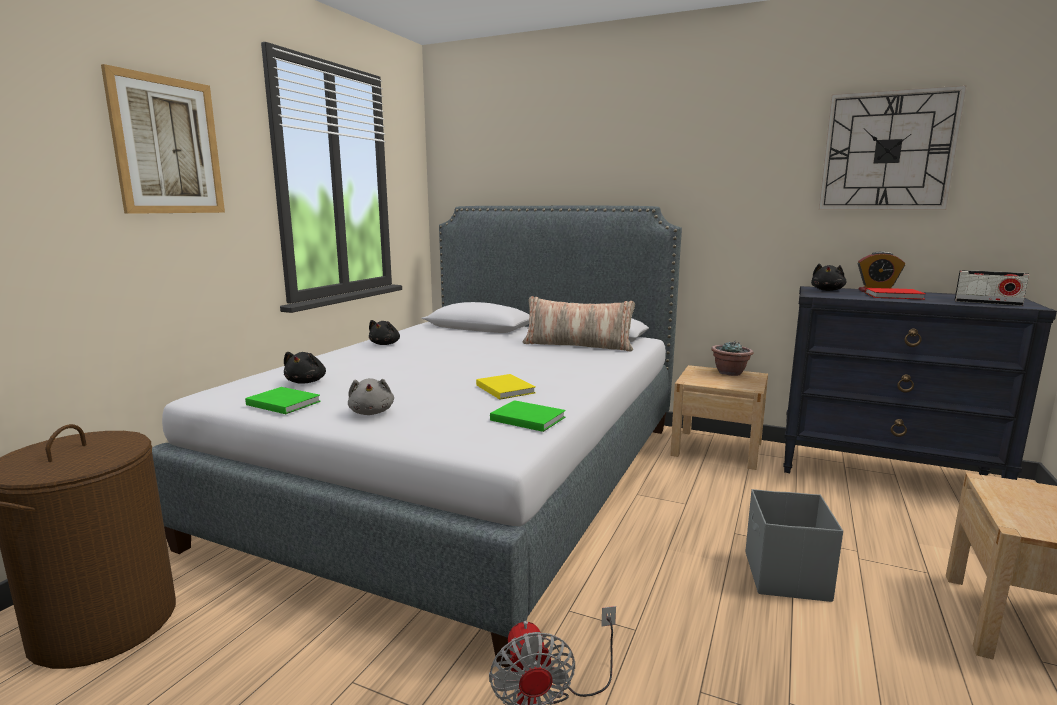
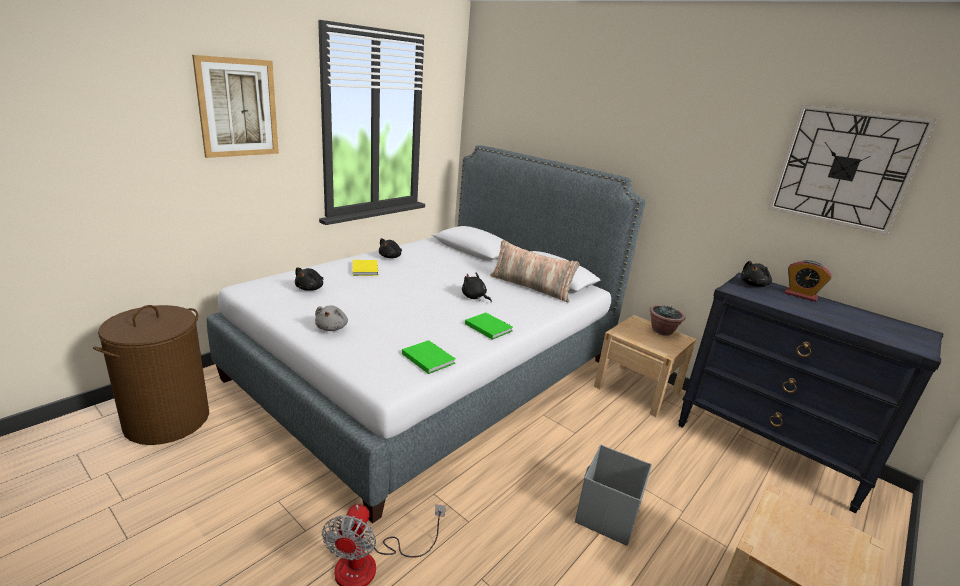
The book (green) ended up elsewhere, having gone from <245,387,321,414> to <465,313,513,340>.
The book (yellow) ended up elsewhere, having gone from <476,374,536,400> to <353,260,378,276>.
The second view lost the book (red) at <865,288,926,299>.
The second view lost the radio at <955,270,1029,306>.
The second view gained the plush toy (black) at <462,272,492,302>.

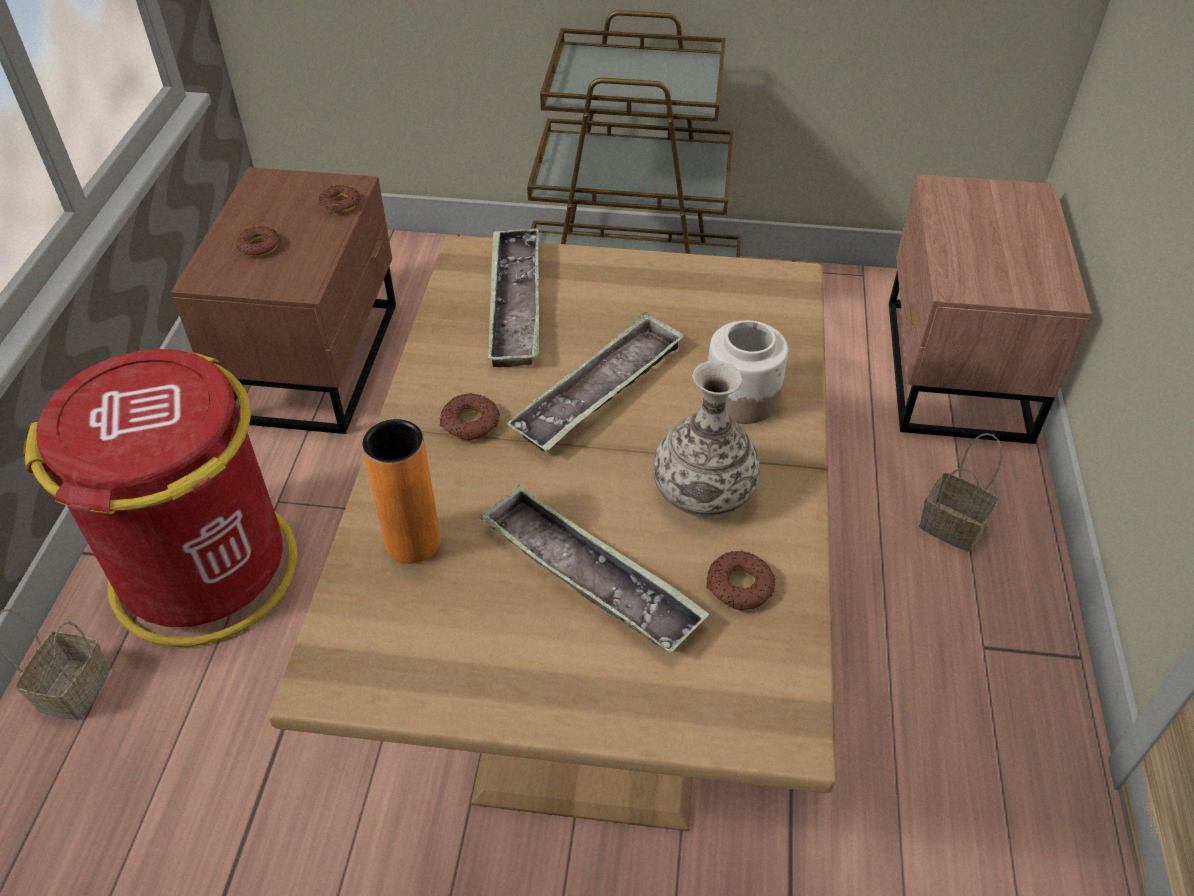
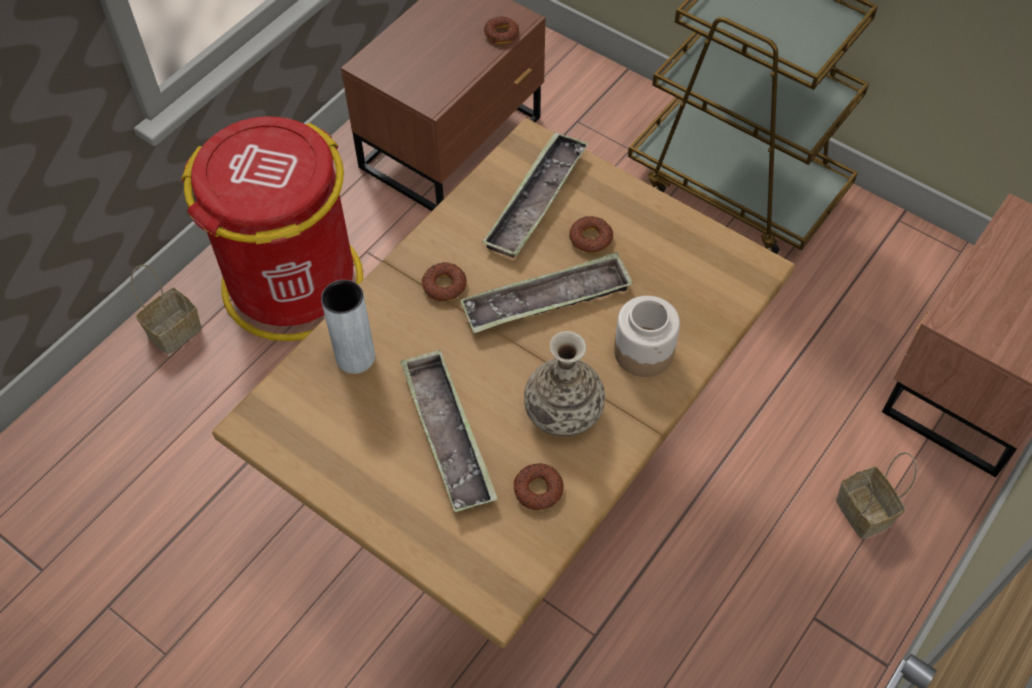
The donut ended up elsewhere, having gone from <236,226,280,257> to <569,216,613,253>.
What was the vase (orange) at <362,419,440,564> turned into the vase (grey) at <321,280,375,374>.

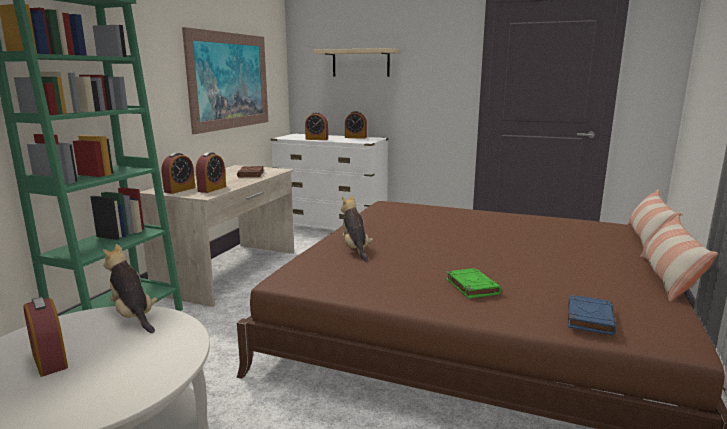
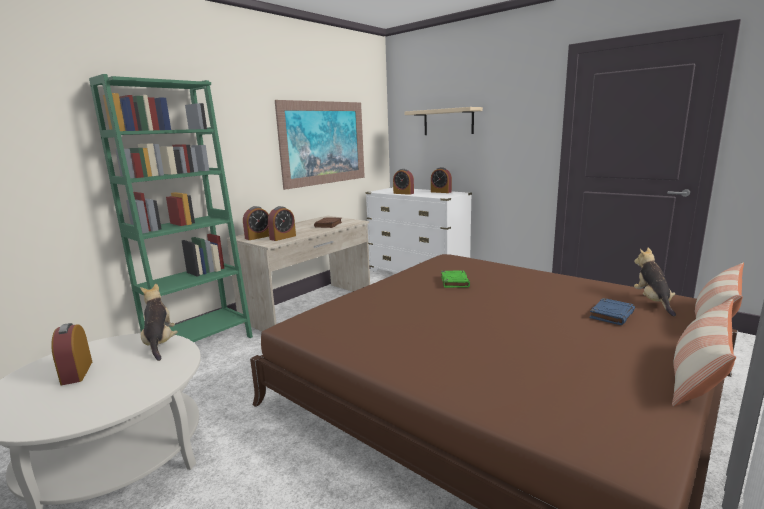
The plush toy ended up elsewhere, having gone from <341,195,373,262> to <634,248,676,317>.
The book (green) ended up elsewhere, having gone from <446,268,502,299> to <441,270,470,288>.
The book (blue) ended up elsewhere, having gone from <568,295,616,335> to <589,298,635,325>.

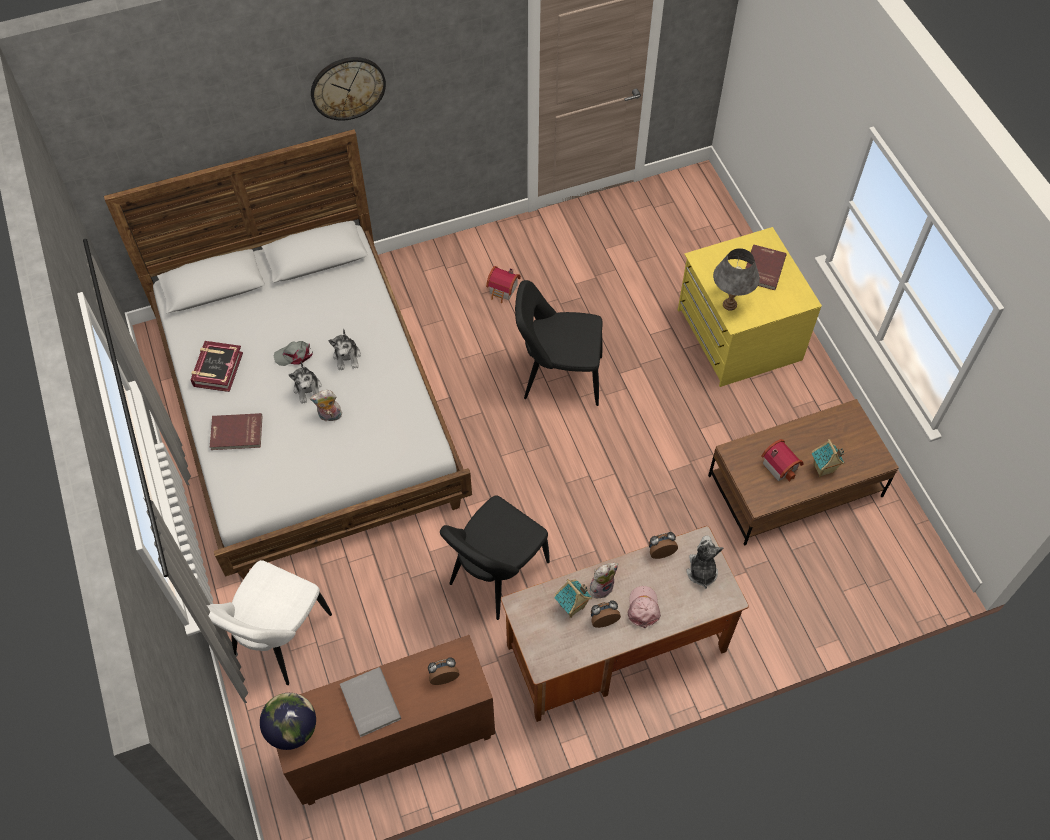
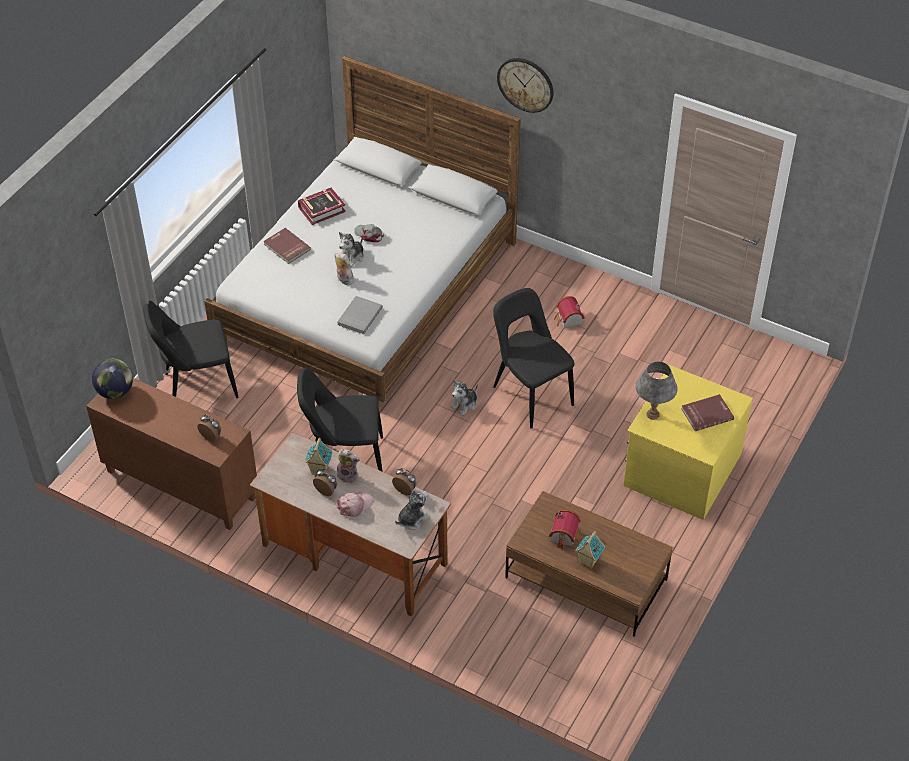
What was the chair (white) at <207,560,332,685> turned into the chair (black) at <143,301,238,398>.
The plush toy ended up elsewhere, having gone from <328,328,361,371> to <451,380,478,415>.
The book (grey) ended up elsewhere, having gone from <340,667,401,737> to <337,296,383,334>.

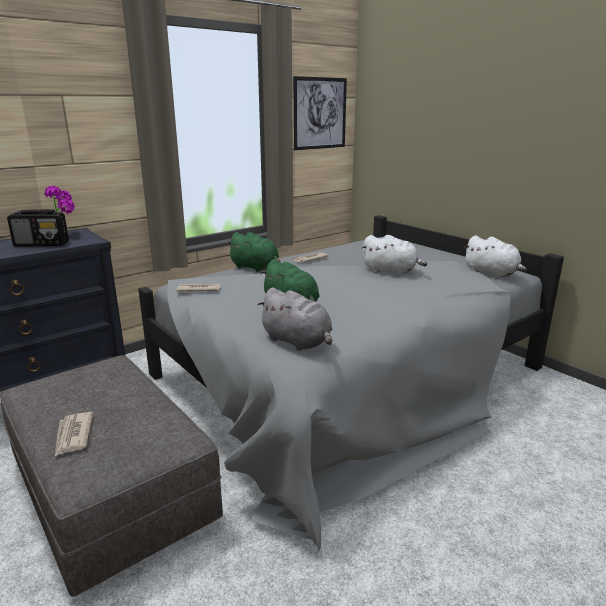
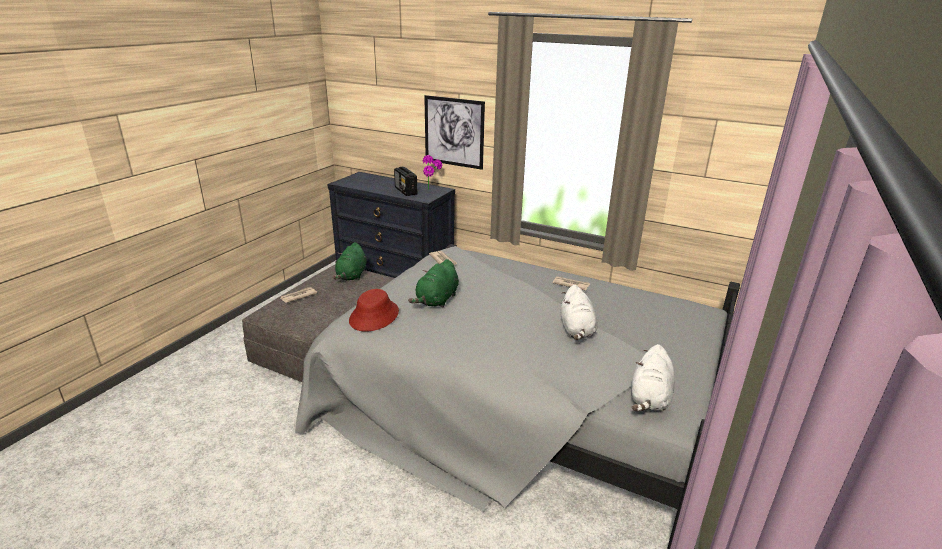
The plush toy (green) ended up elsewhere, having gone from <226,232,280,272> to <332,242,367,280>.
Where the plush toy (grey) stood at <257,288,332,351>, the hat (red) came to stand at <349,289,399,332>.
The picture ended up elsewhere, having gone from <293,76,347,150> to <424,95,485,170>.

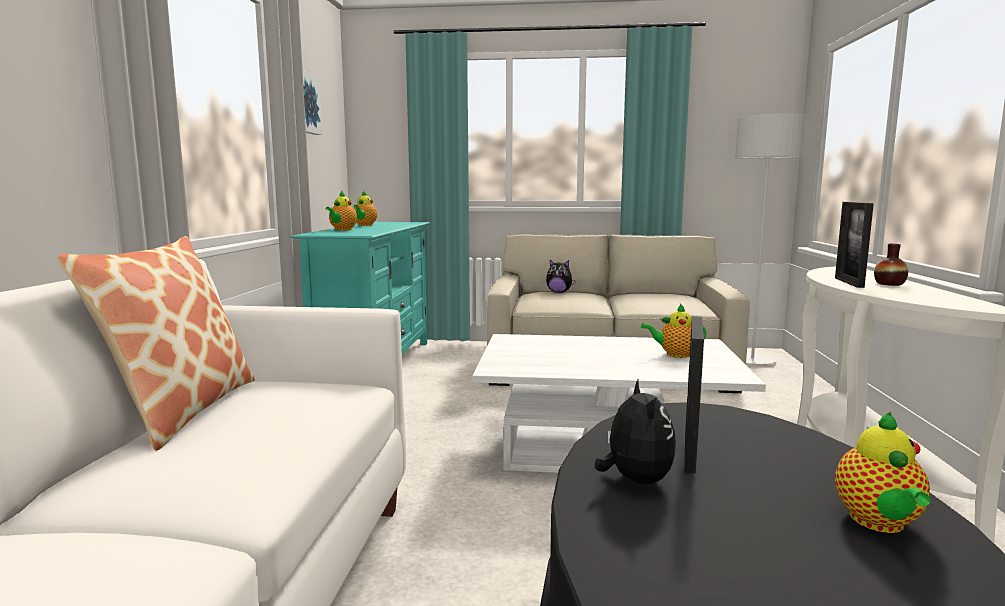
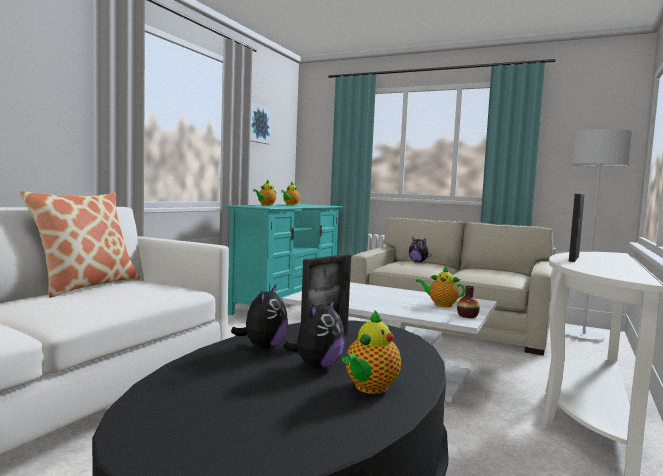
The vase ended up elsewhere, having gone from <874,244,908,286> to <457,286,480,318>.
The second view gained the plush toy at <283,297,345,369>.

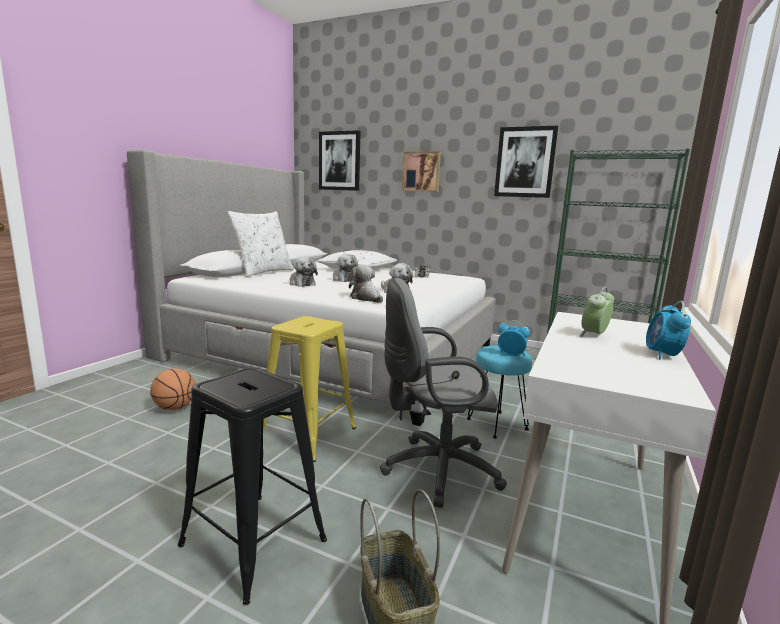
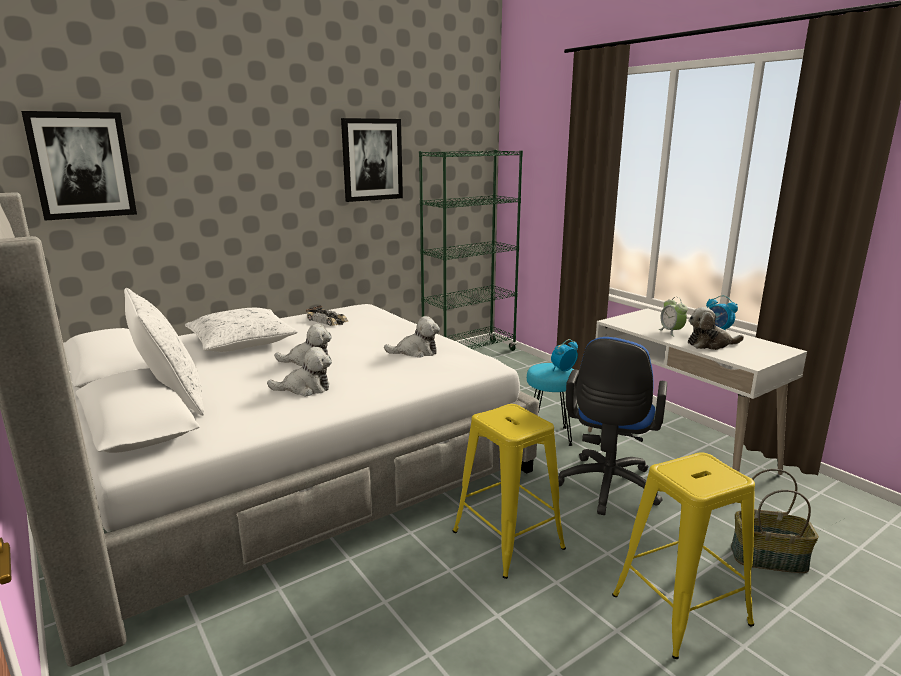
The second view lost the basketball at <150,369,196,410>.
What was the stool (black) at <178,367,327,605> turned into the stool (yellow) at <612,452,755,659>.
The plush toy ended up elsewhere, having gone from <349,265,383,303> to <688,307,744,350>.
What was the office chair (grey) at <380,278,507,508> turned into the office chair (blue) at <558,337,667,515>.
The second view lost the picture at <402,152,441,192>.

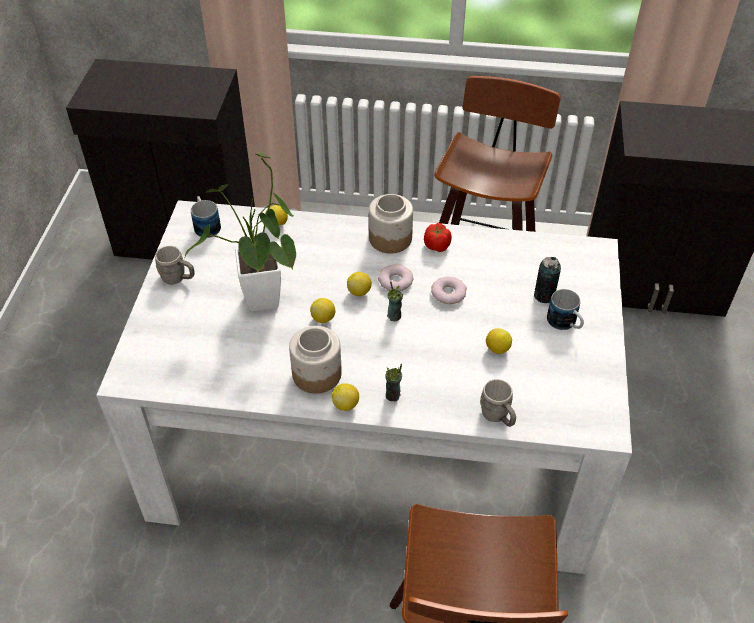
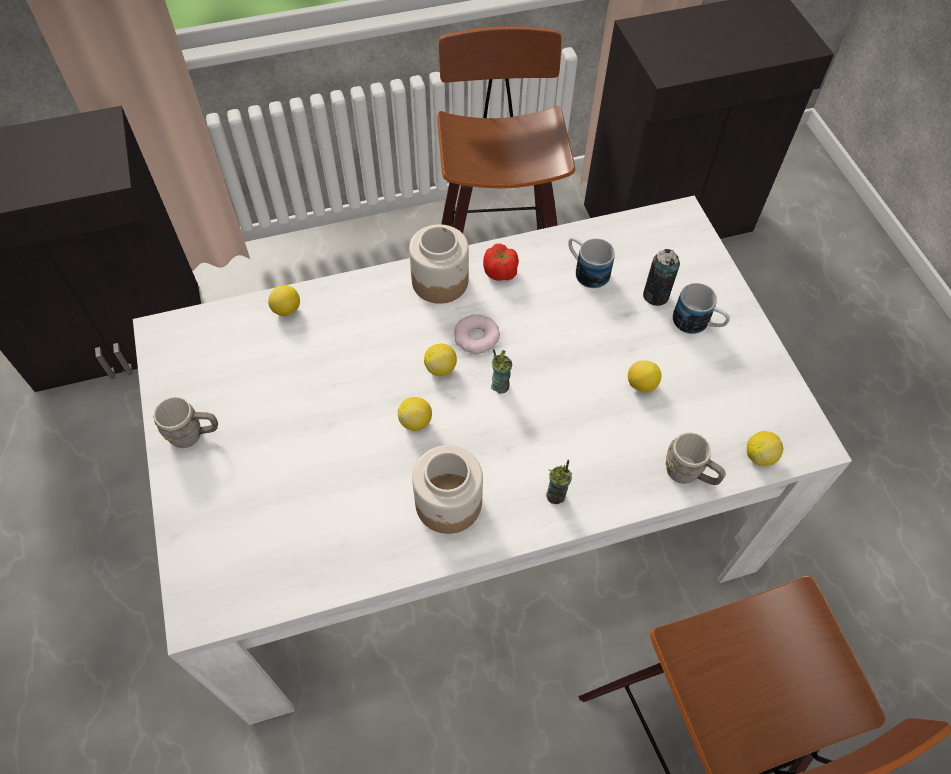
The second view lost the potted plant at <184,152,296,312>.
The mug ended up elsewhere, having gone from <191,196,221,238> to <568,237,615,288>.
The lemon ended up elsewhere, having gone from <332,383,359,411> to <747,431,783,466>.
The second view lost the donut at <431,276,467,304>.

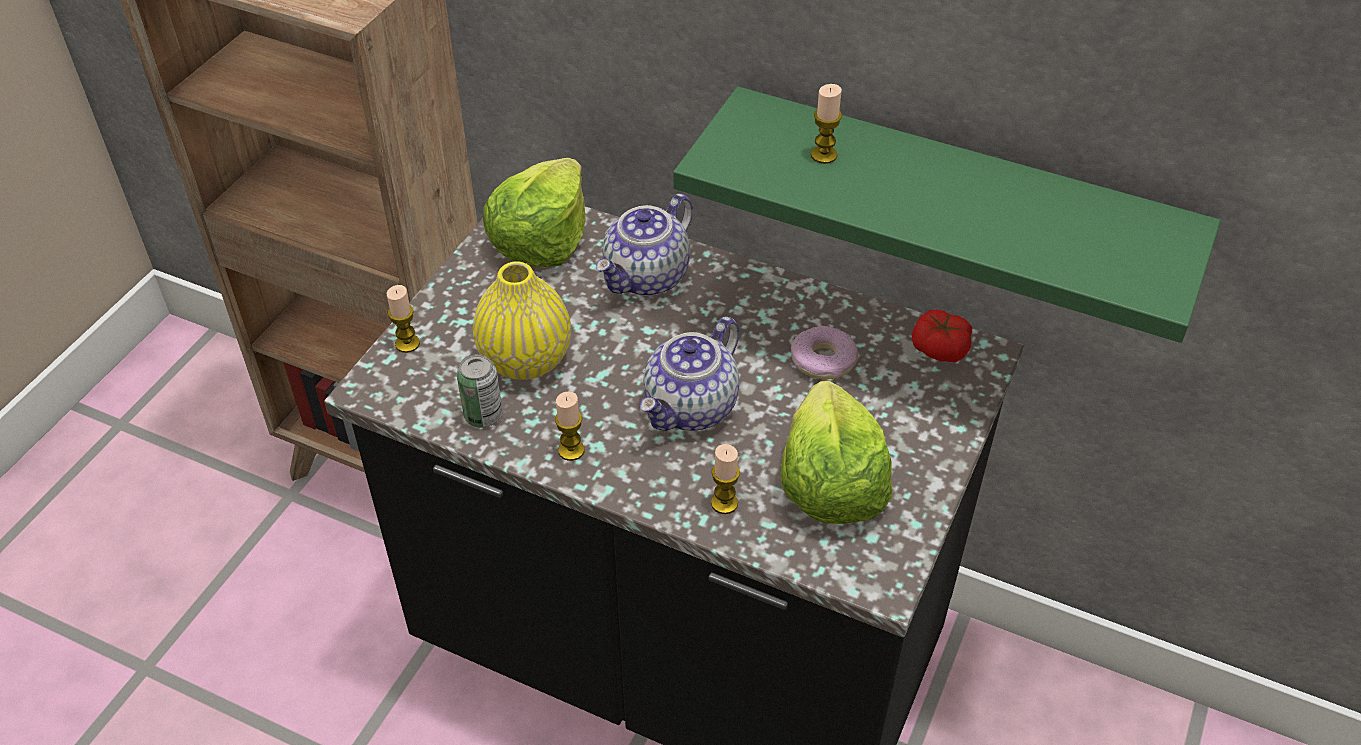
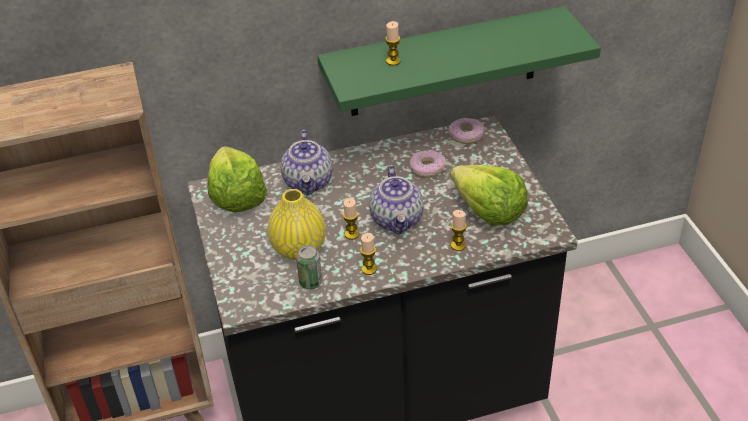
The candle ended up elsewhere, having gone from <386,285,420,353> to <343,198,359,240>.
Where the tomato stood at <912,309,972,362>, the donut came to stand at <448,118,485,144>.

